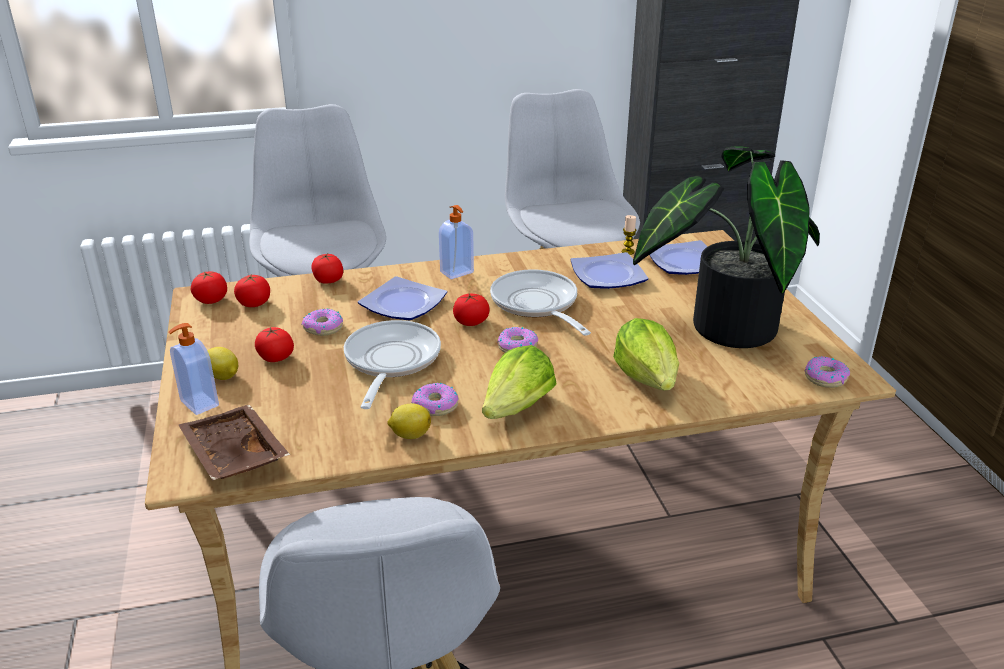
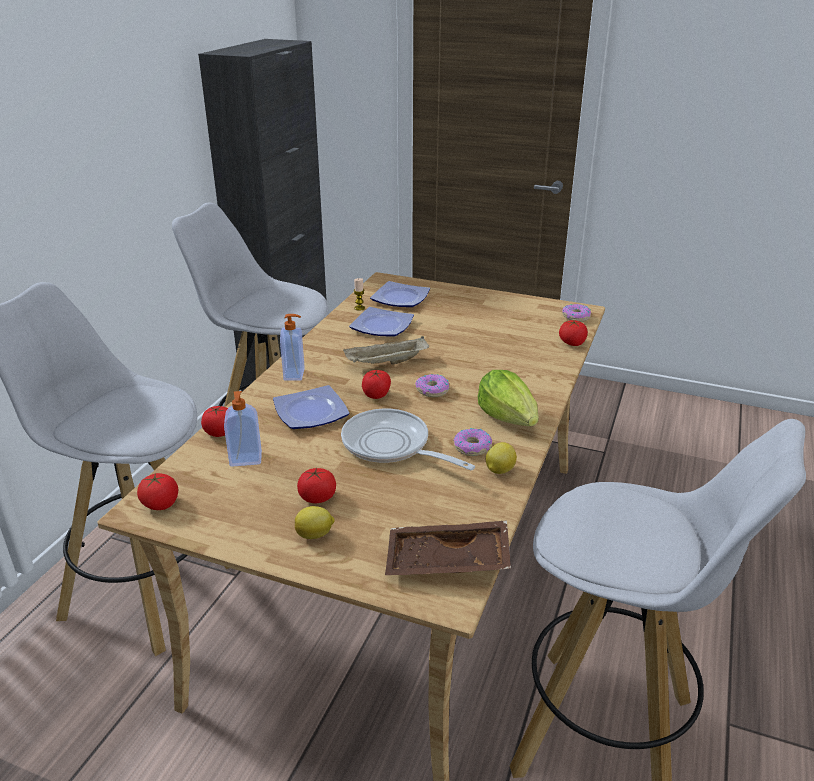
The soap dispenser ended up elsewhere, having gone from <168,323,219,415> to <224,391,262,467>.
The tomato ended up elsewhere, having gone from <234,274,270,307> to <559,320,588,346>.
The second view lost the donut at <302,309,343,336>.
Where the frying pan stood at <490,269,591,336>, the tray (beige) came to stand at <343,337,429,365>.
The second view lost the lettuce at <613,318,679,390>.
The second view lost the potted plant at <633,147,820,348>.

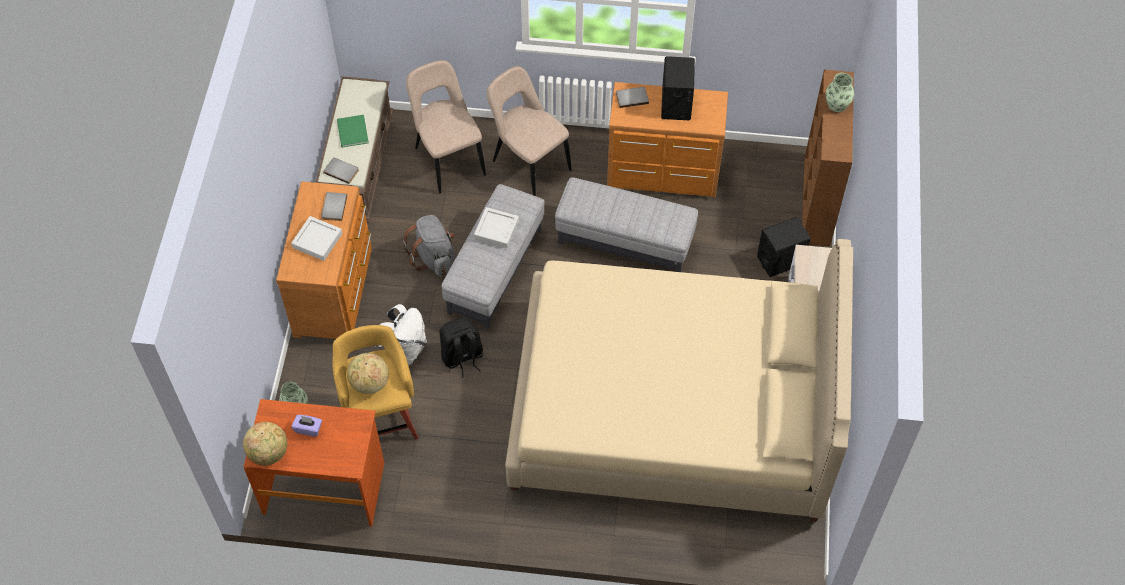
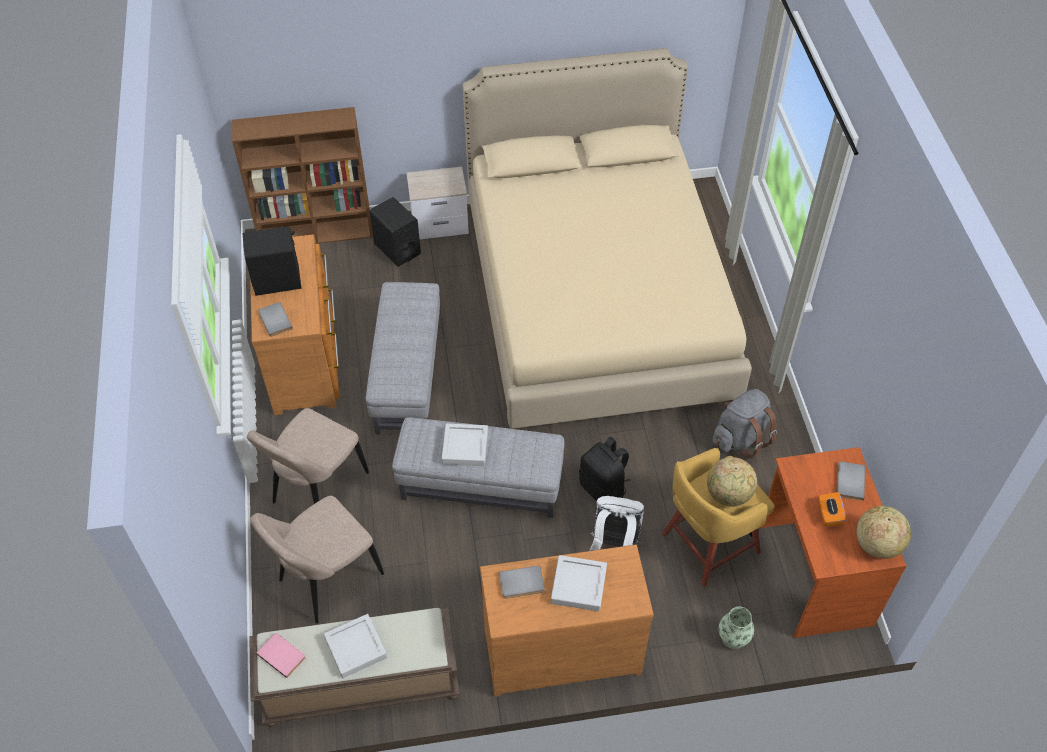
What was the tissue box (purple) at <291,415,322,437> turned into the tissue box (orange) at <819,492,846,526>.
The book (grey) ended up elsewhere, having gone from <323,158,359,184> to <836,461,865,501>.
Where the book (green) stood at <337,115,369,147>, the tray (grey) came to stand at <324,614,387,678>.
The backpack (grey) ended up elsewhere, having gone from <403,215,455,276> to <713,389,777,459>.
The second view lost the vase at <826,73,854,112>.
The second view gained the book (pink) at <256,633,305,678>.

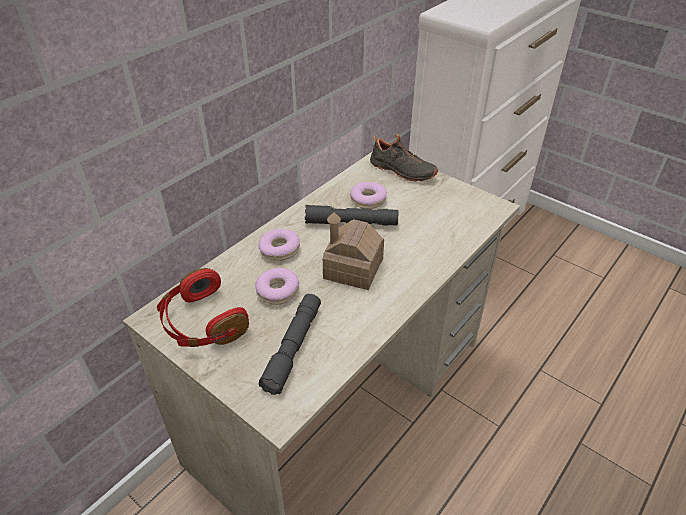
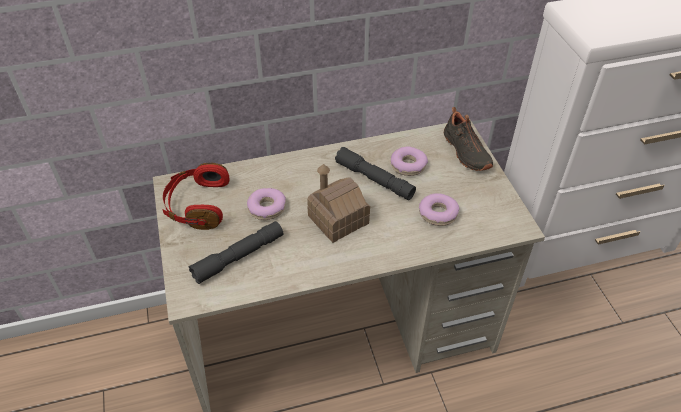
The donut ended up elsewhere, having gone from <259,229,300,261> to <419,193,460,226>.

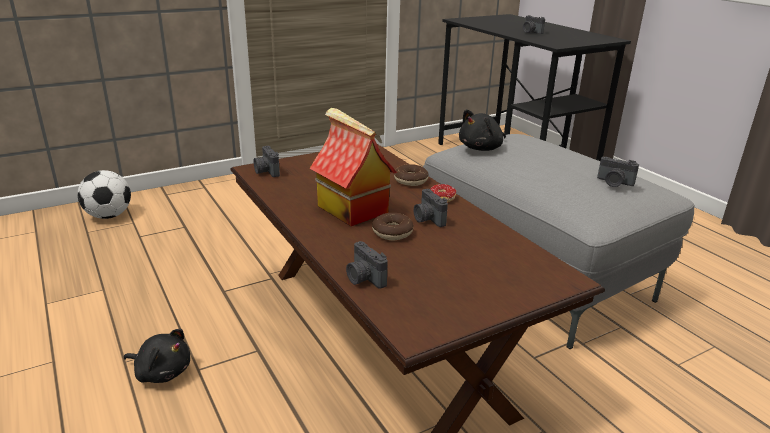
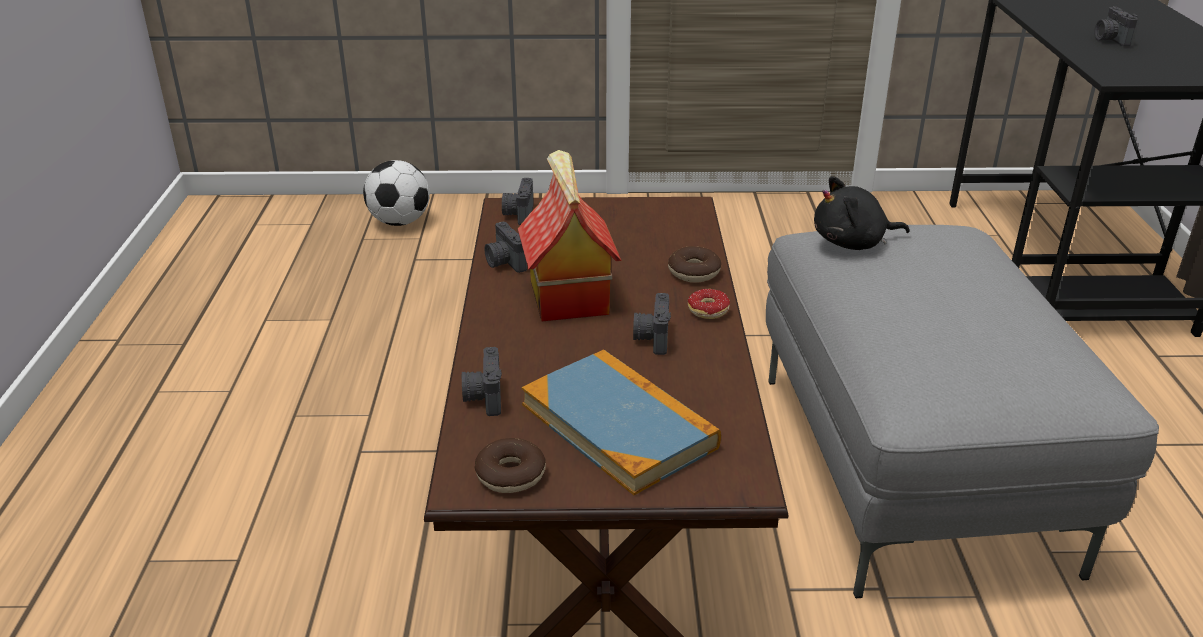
The second view lost the plush toy (black) at <124,329,190,383>.
The donut ended up elsewhere, having gone from <372,213,413,240> to <474,438,546,493>.
The photo camera ended up elsewhere, having gone from <597,157,639,187> to <485,222,527,273>.
The second view gained the book at <522,349,721,495>.

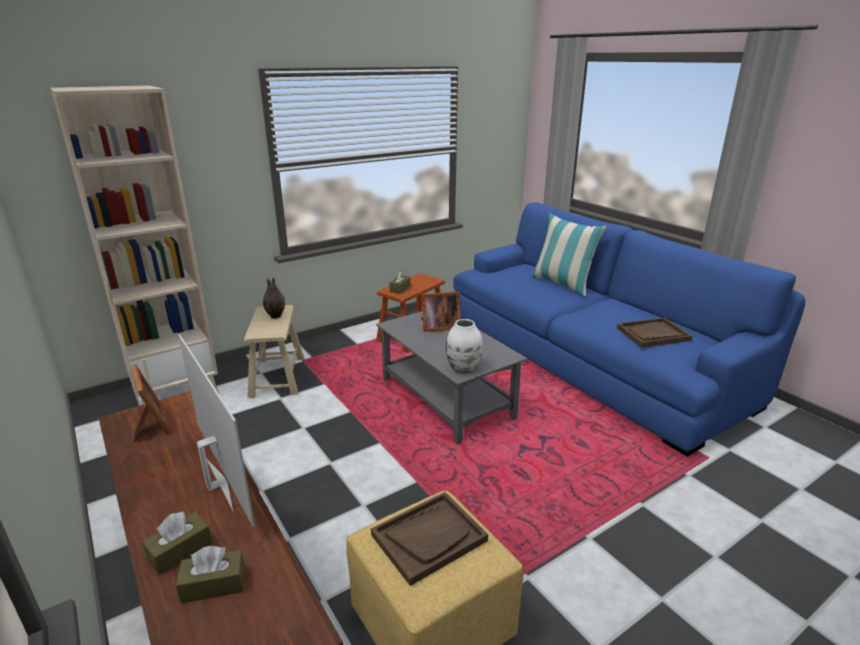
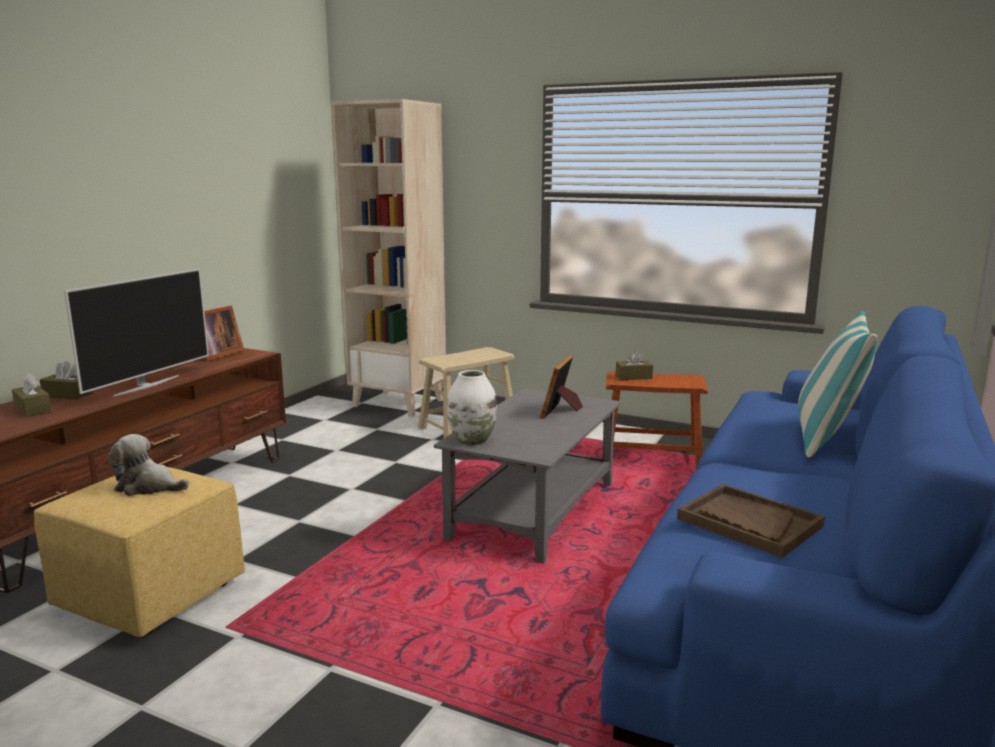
The second view lost the vase at <263,277,285,319>.
Where the tray (brown) stood at <371,492,488,586>, the plush toy came to stand at <108,434,189,496>.
The picture frame at <421,291,461,332> ended up facing another way, 60 degrees clockwise from before.

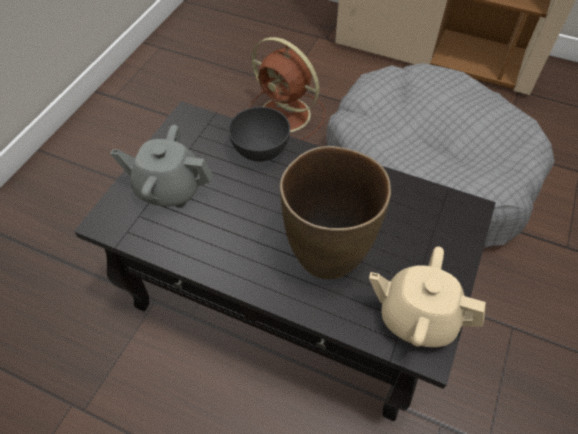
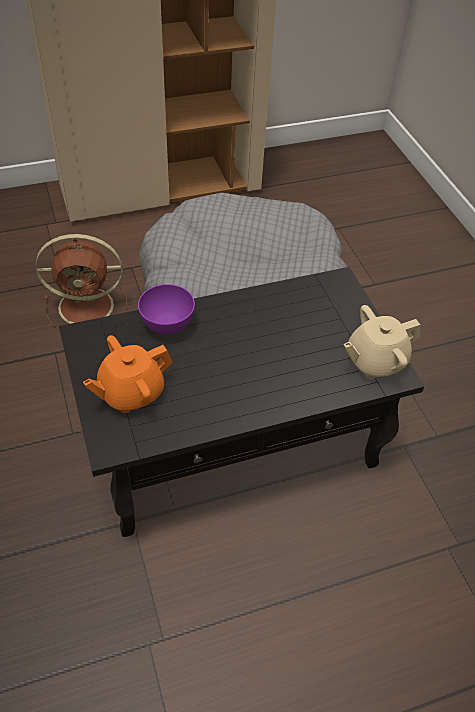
What was the teapot (grey) at <111,125,213,208> turned into the teapot (orange) at <83,335,173,413>.
What was the bowl (grey) at <228,107,290,162> turned into the bowl (purple) at <138,284,195,335>.
The second view lost the vase (brown) at <280,146,391,279>.

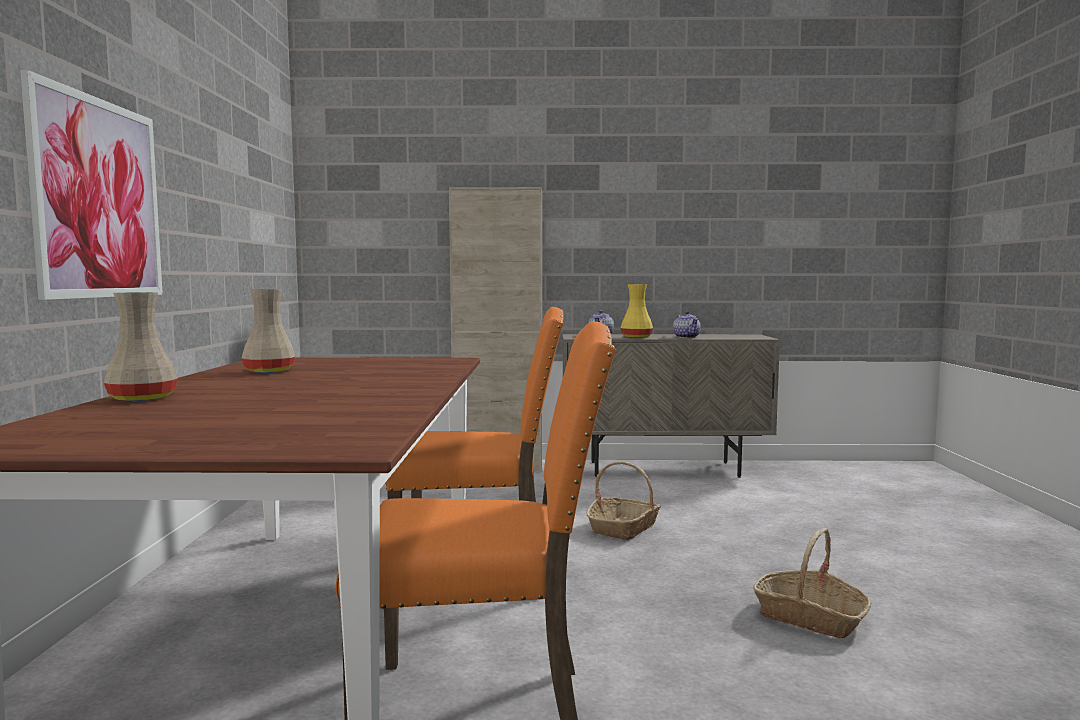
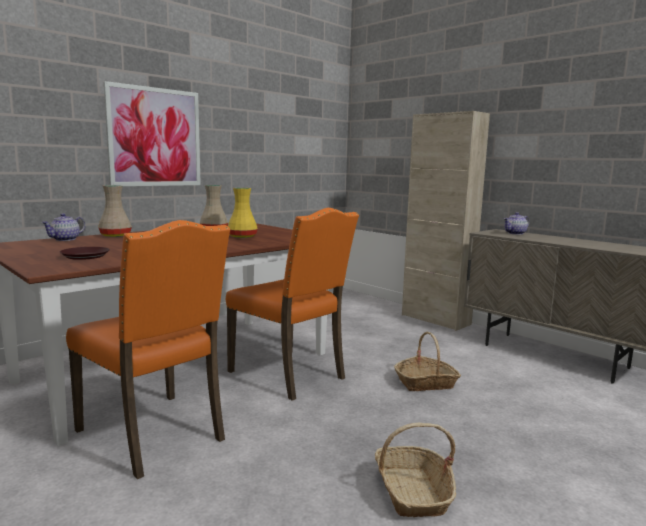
The vase (yellow) ended up elsewhere, having gone from <621,284,653,338> to <228,188,258,238>.
The teapot ended up elsewhere, having gone from <673,311,700,338> to <41,213,85,241>.
The second view gained the plate (brown) at <60,247,110,260>.

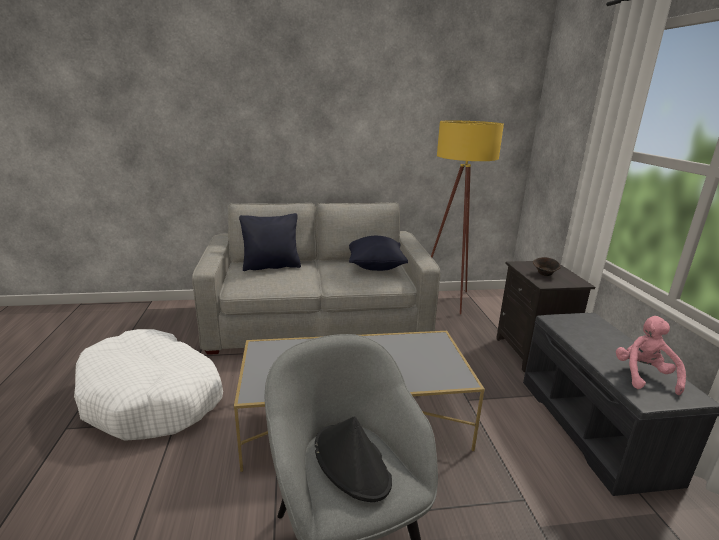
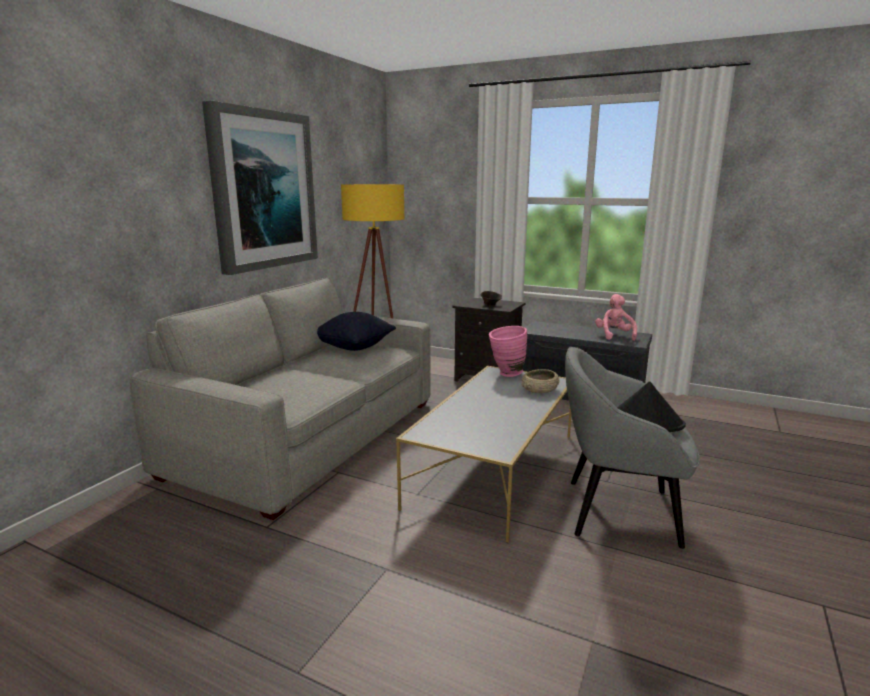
The second view lost the dog bed (white) at <74,329,223,441>.
The second view lost the pillow (black) at <239,213,301,271>.
The plush toy (pink) at <616,316,686,395> ended up facing another way, 45 degrees clockwise from before.
The second view gained the picture at <202,101,318,275>.
The second view gained the vase (pink) at <489,326,527,377>.
The second view gained the bowl (beige) at <521,369,559,393>.

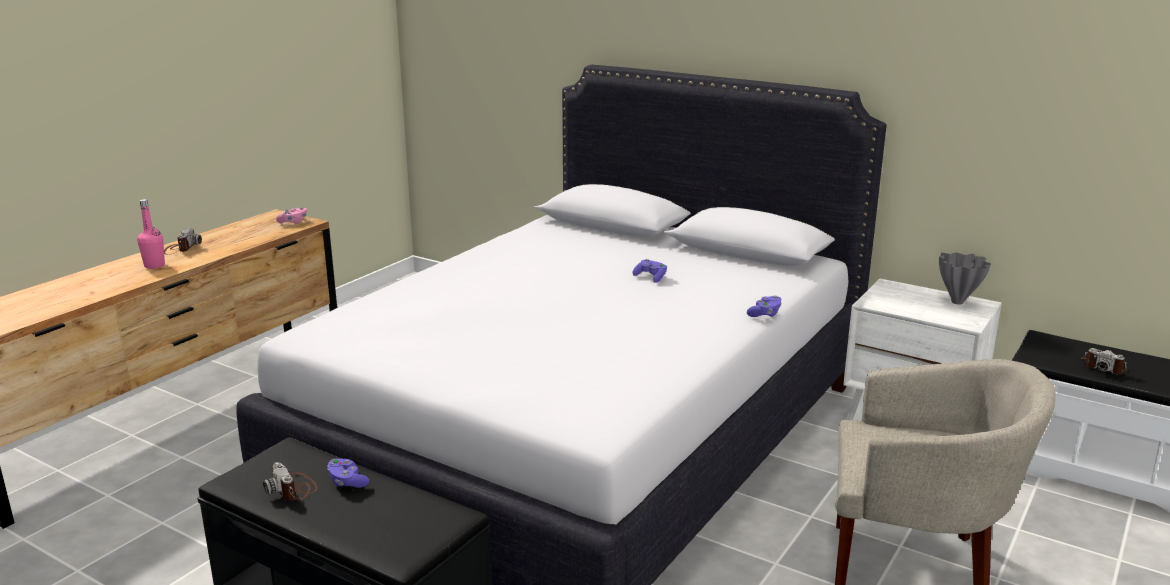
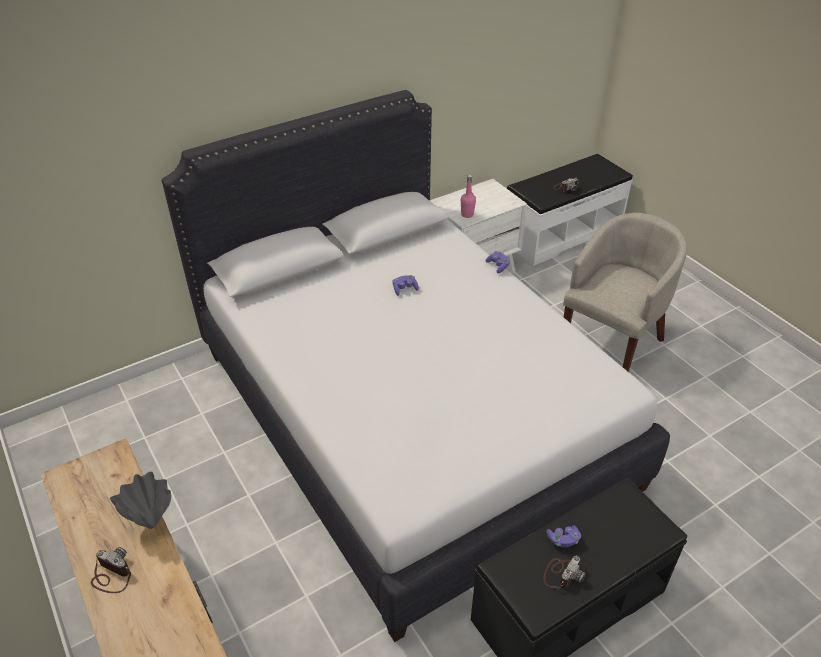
The bottle (pink) ended up elsewhere, having gone from <137,199,165,269> to <461,175,476,218>.
The photo camera at <263,462,318,501> ended up facing another way, 45 degrees counterclockwise from before.
The second view lost the game controller (pink) at <276,207,307,224>.
The vase (grey) ended up elsewhere, having gone from <939,253,991,305> to <110,472,171,529>.

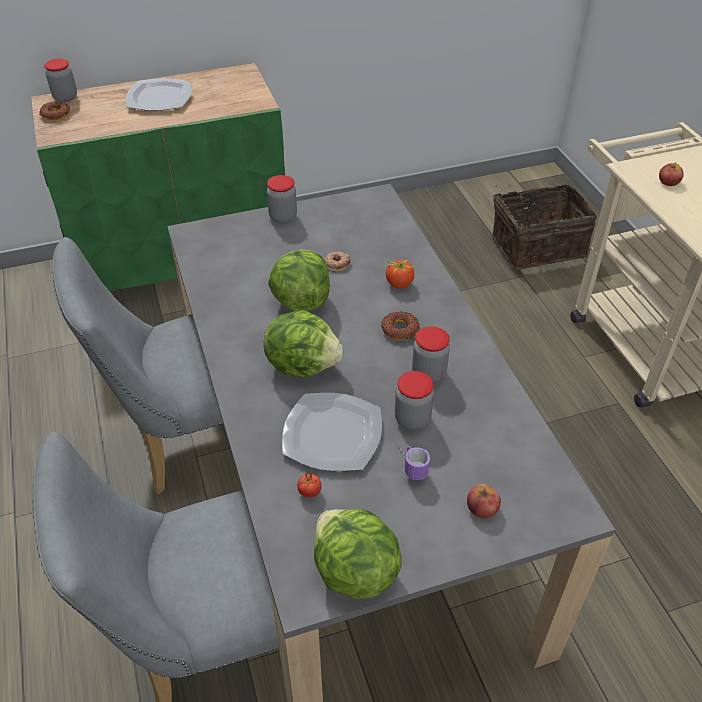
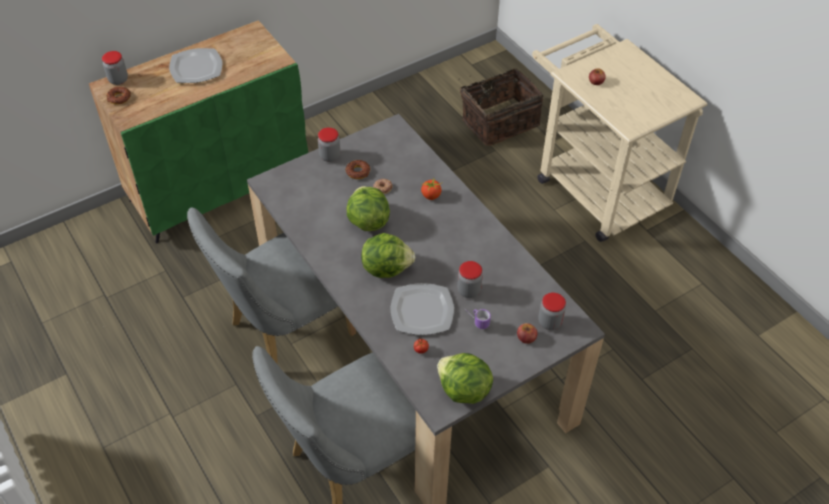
The donut ended up elsewhere, having gone from <381,311,420,340> to <345,160,370,179>.
The jar ended up elsewhere, having gone from <412,326,450,383> to <538,292,566,330>.

